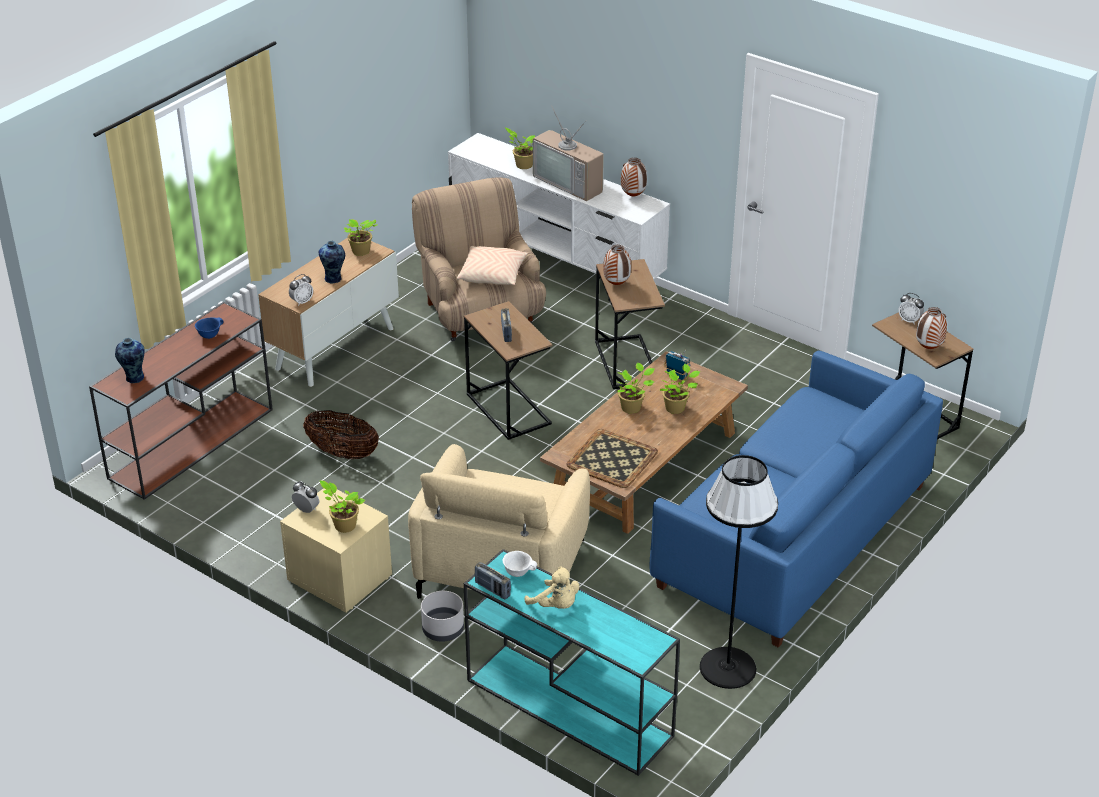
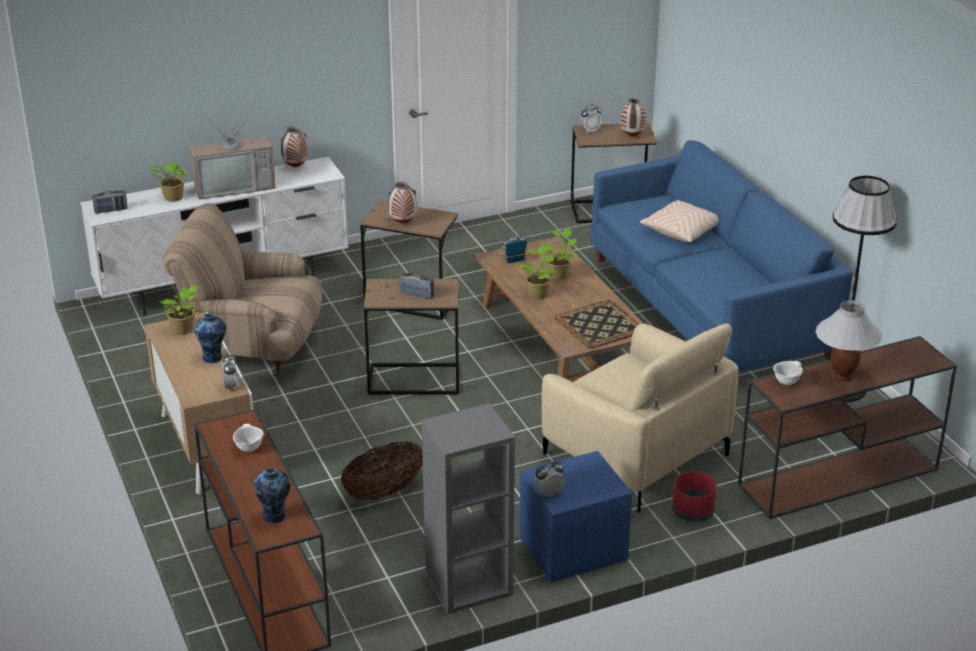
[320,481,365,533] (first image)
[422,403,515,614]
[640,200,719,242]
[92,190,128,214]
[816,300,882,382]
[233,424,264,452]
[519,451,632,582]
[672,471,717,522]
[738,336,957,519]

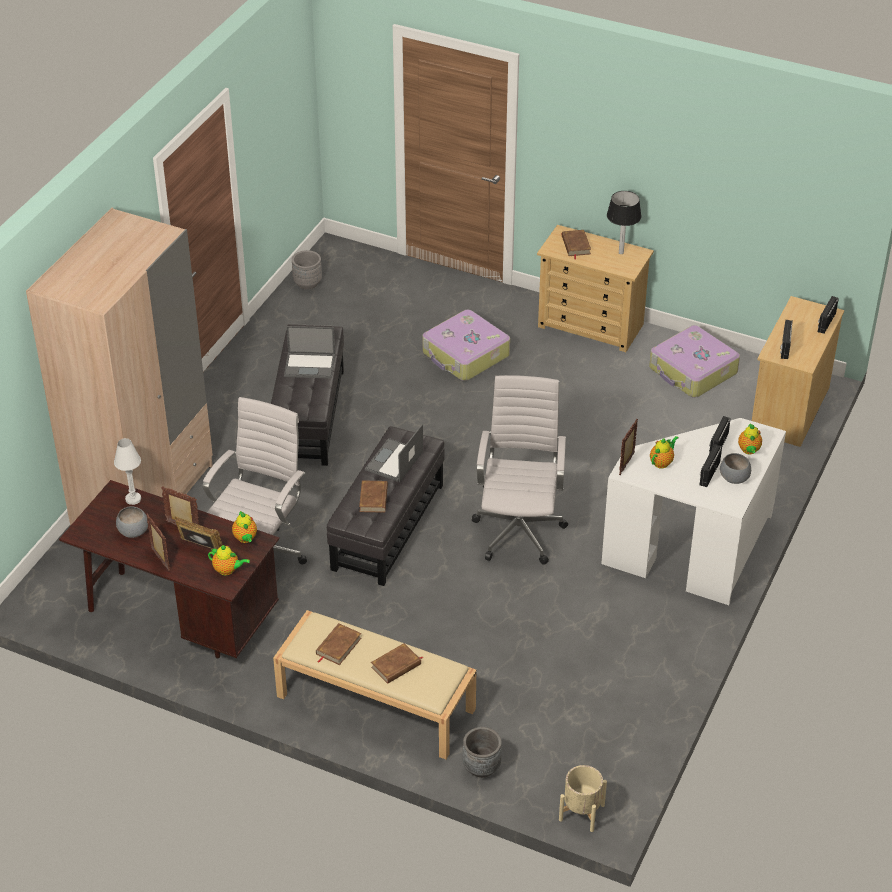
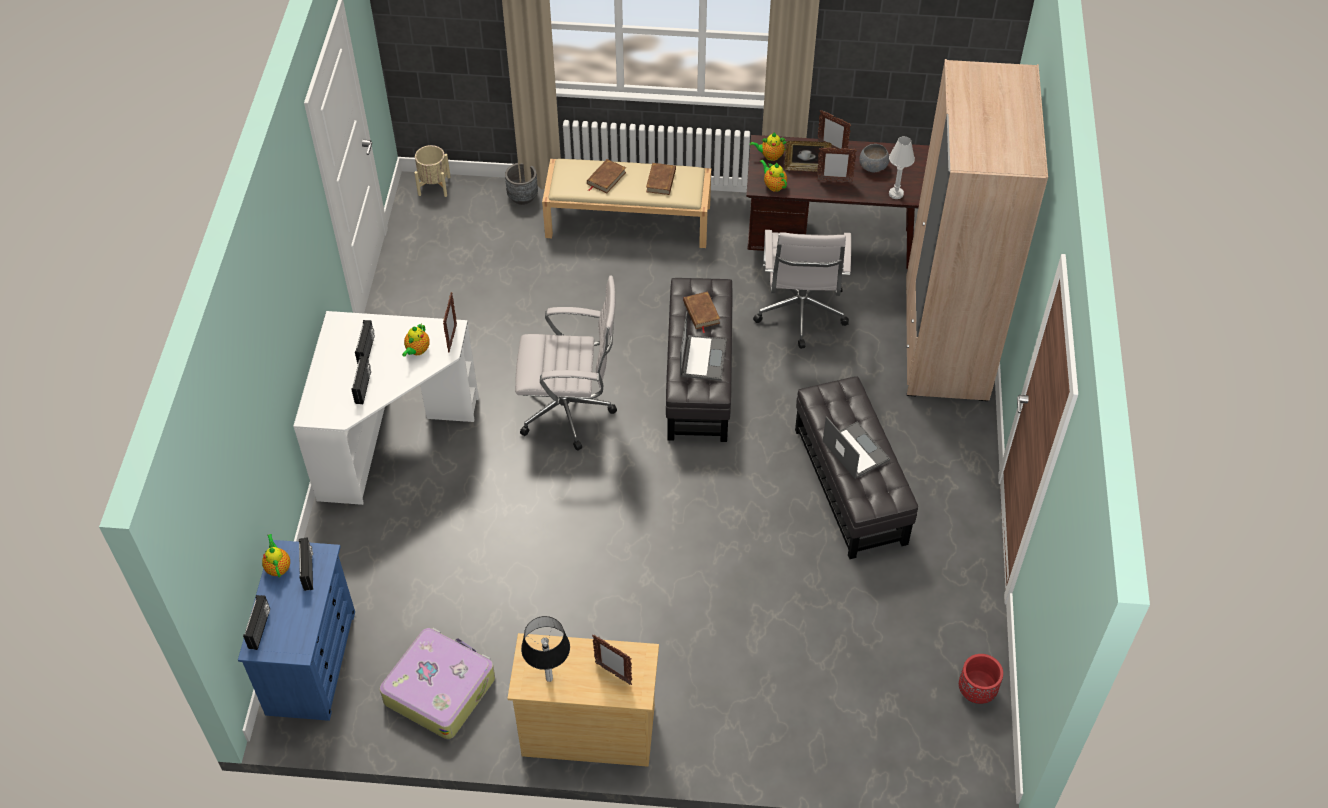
[422,310,510,381] (first image)
[720,453,751,484] (first image)
[262,534,290,578]
[592,635,632,685]
[959,654,1003,704]
[238,540,355,721]
[823,416,890,479]
[515,276,617,450]

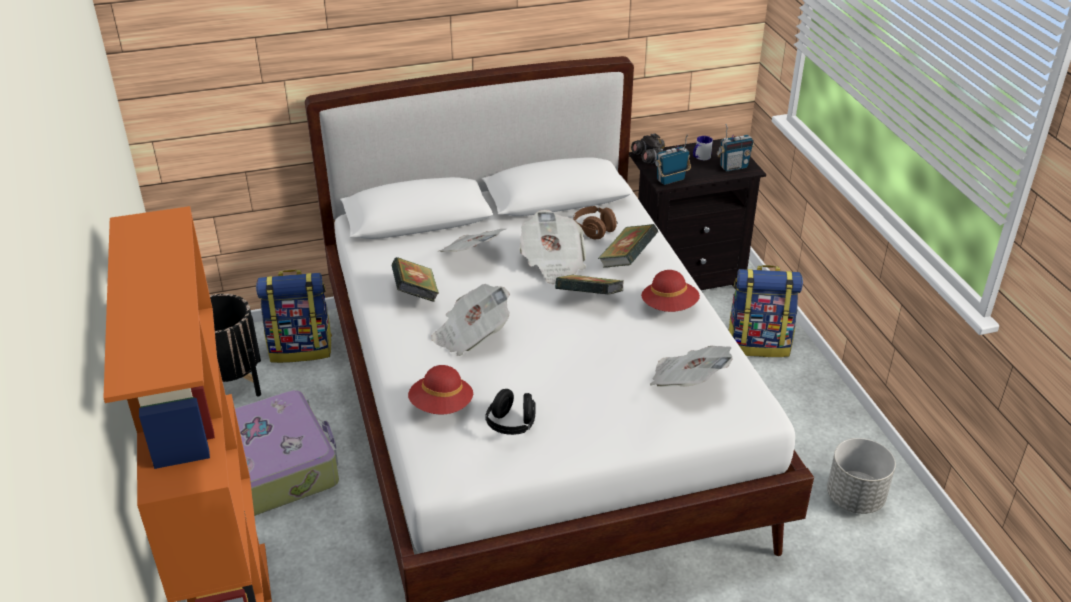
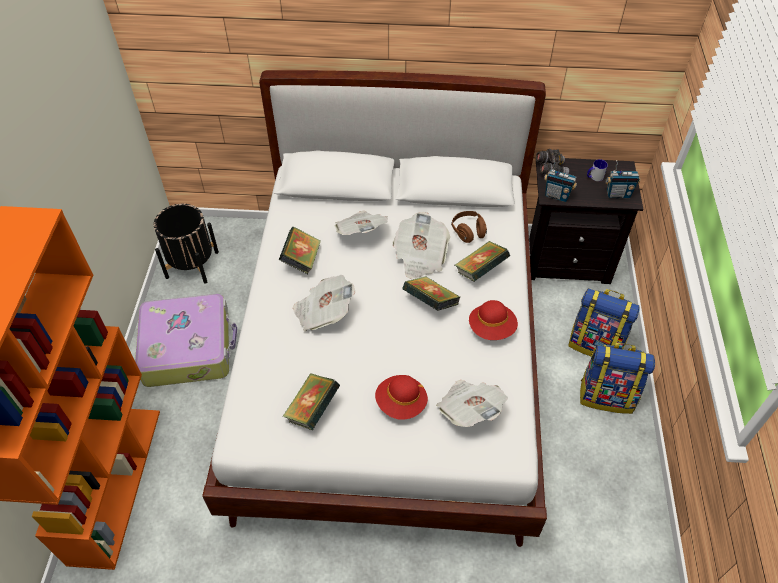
[827,438,896,514] (first image)
[580,343,655,414]
[375,375,428,420]
[283,373,340,430]
[544,159,577,202]

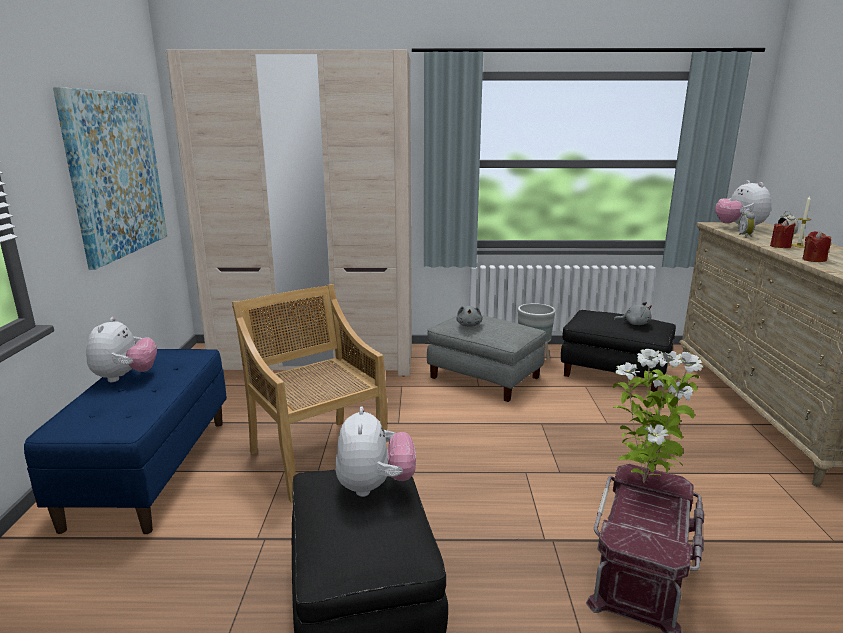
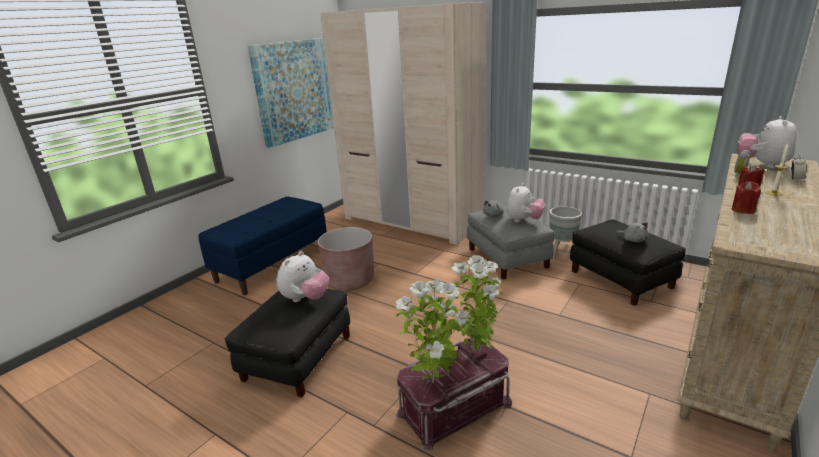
[395,279,460,383]
[506,183,545,222]
[318,227,374,291]

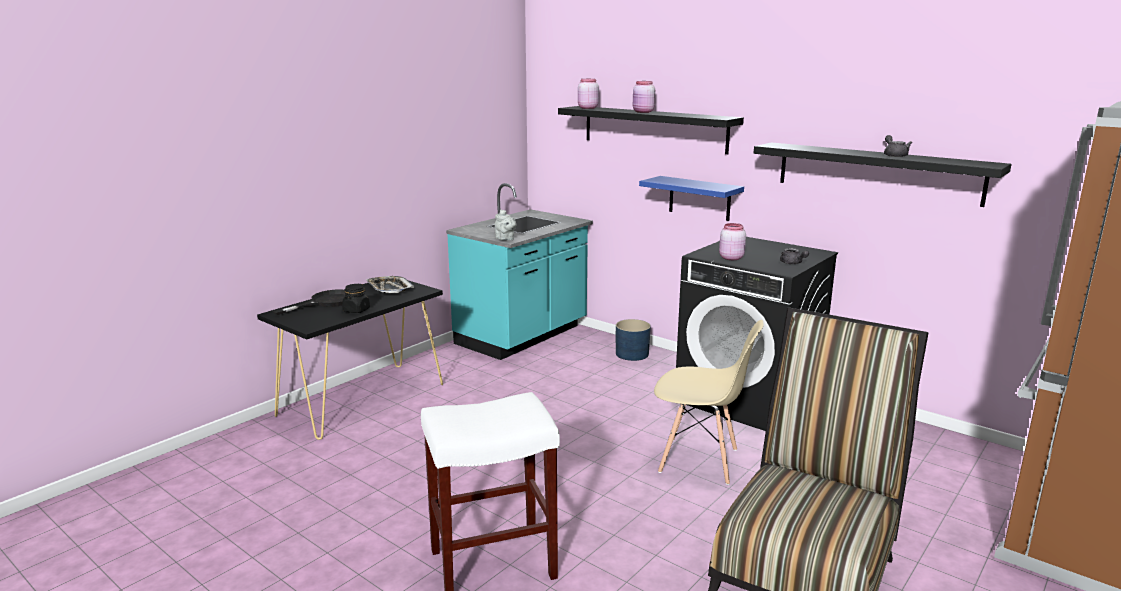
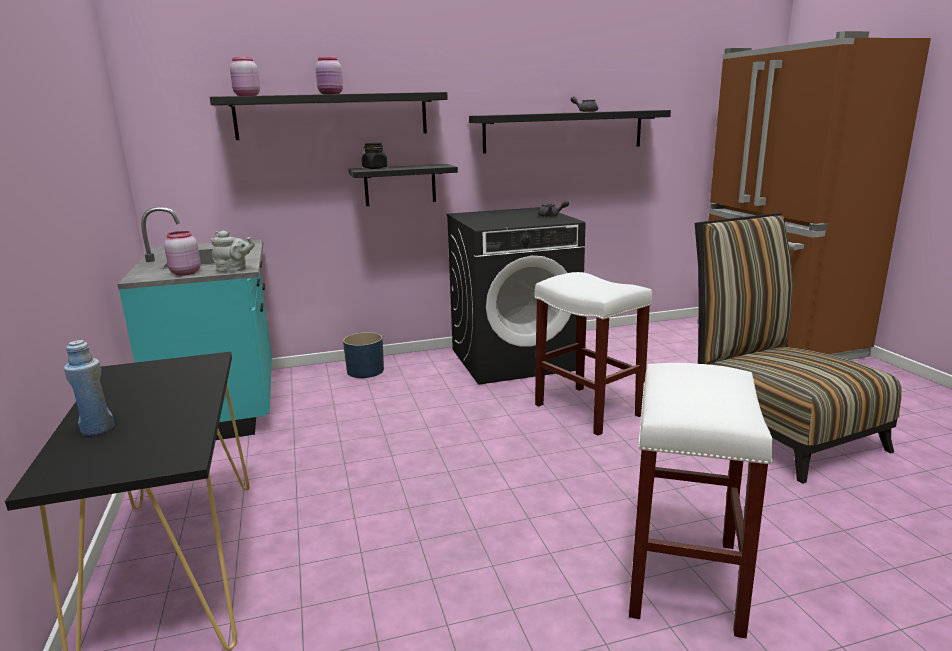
[366,276,414,293] (first image)
[362,143,387,169]
[164,231,201,275]
[64,340,114,436]
[535,272,652,436]
[349,164,458,206]

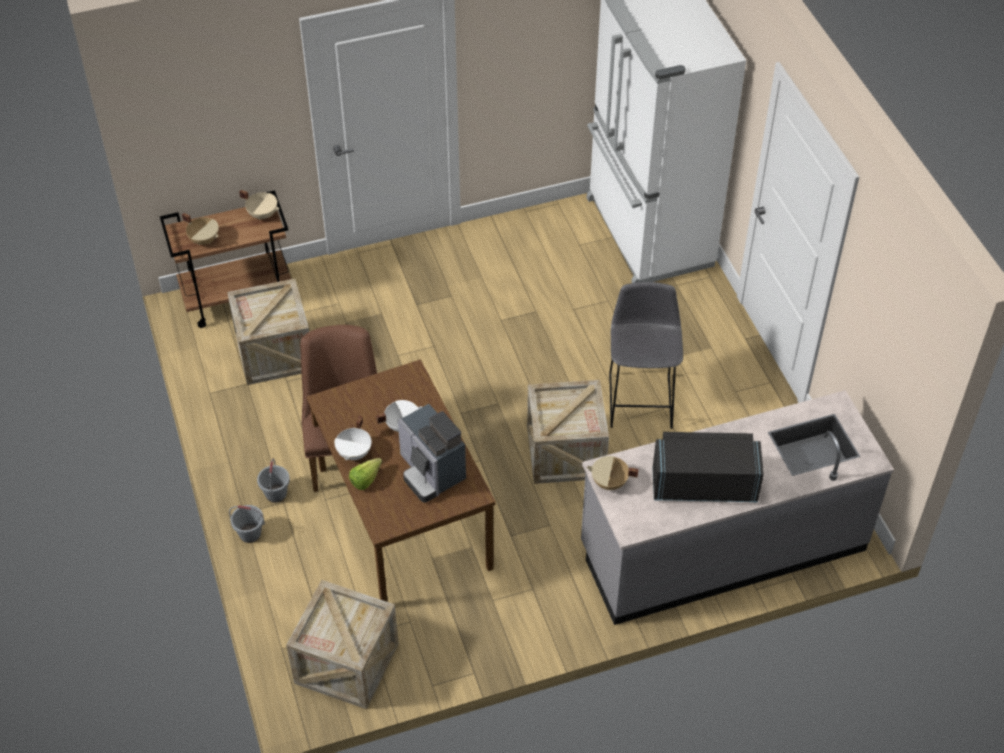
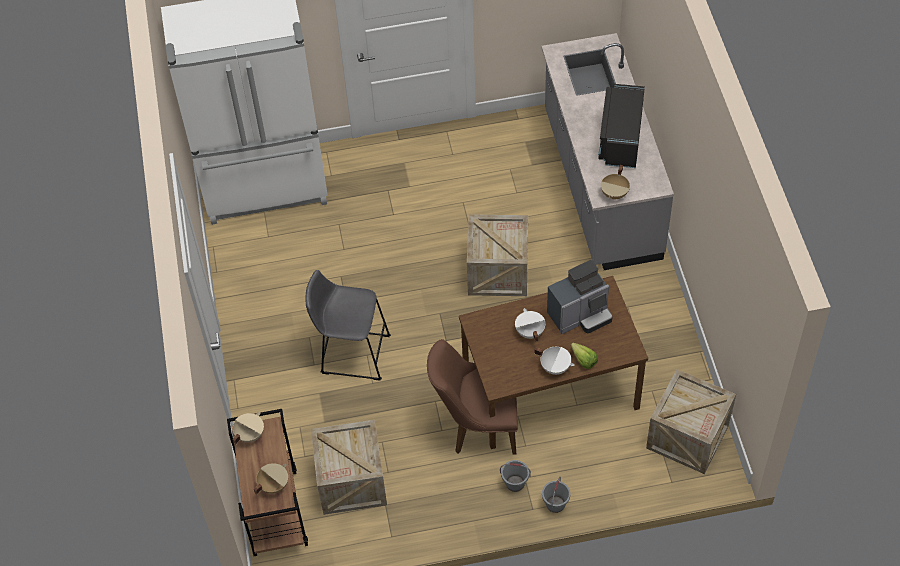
[305,270,391,381]

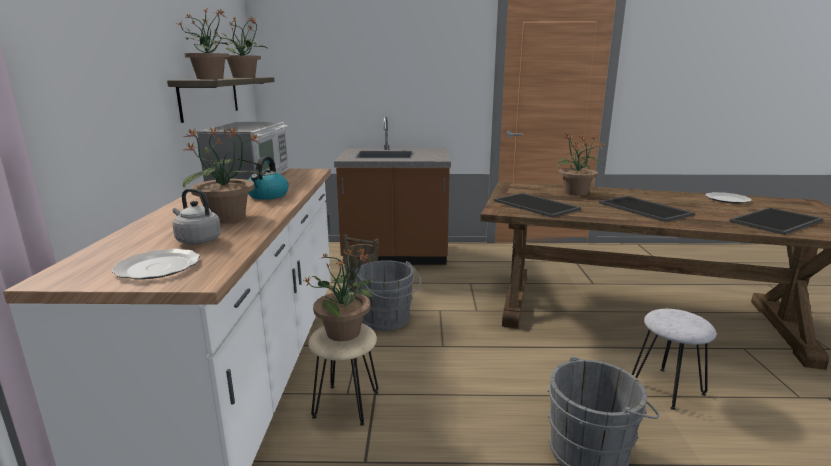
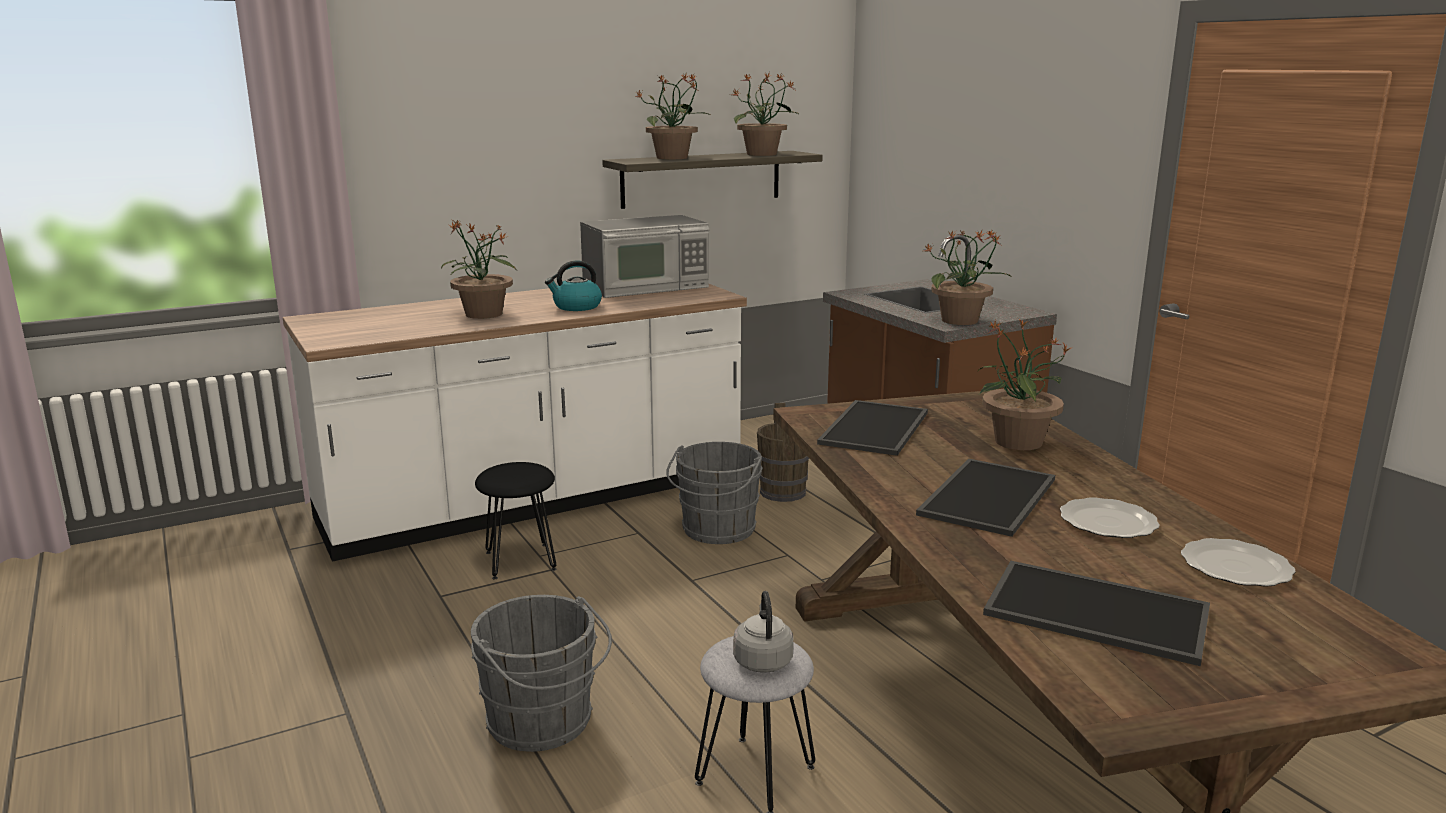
[1060,498,1160,538]
[733,591,793,673]
[924,229,1012,325]
[475,462,557,579]

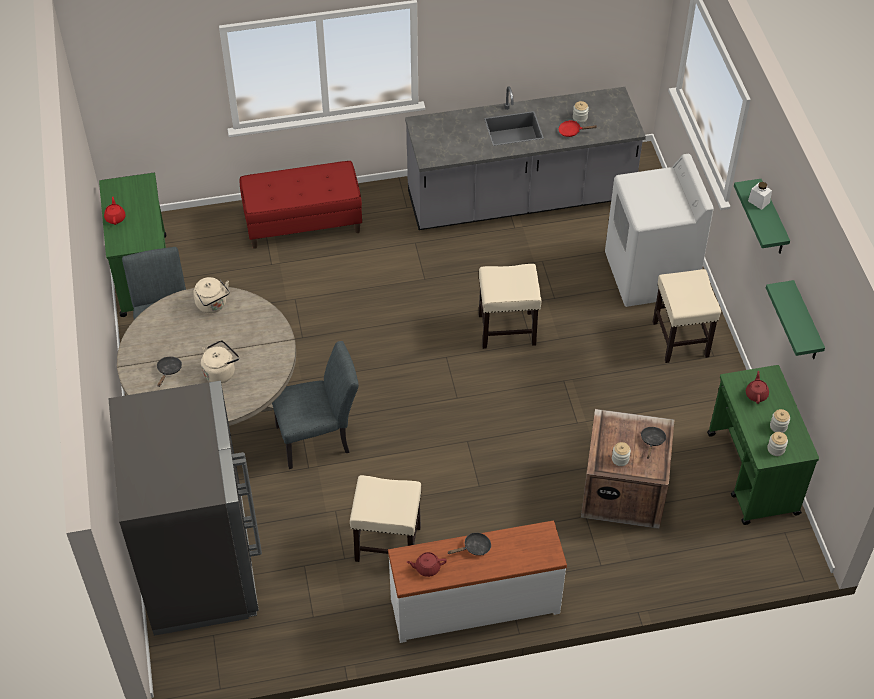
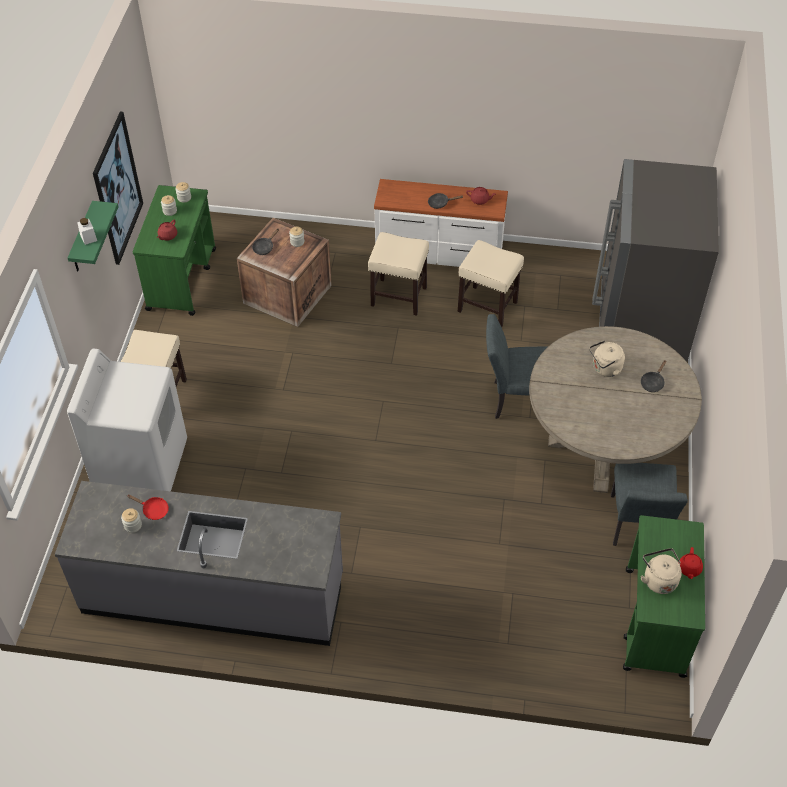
[239,161,362,249] (first image)
[641,548,682,594]
[368,232,429,316]
[93,111,143,265]

